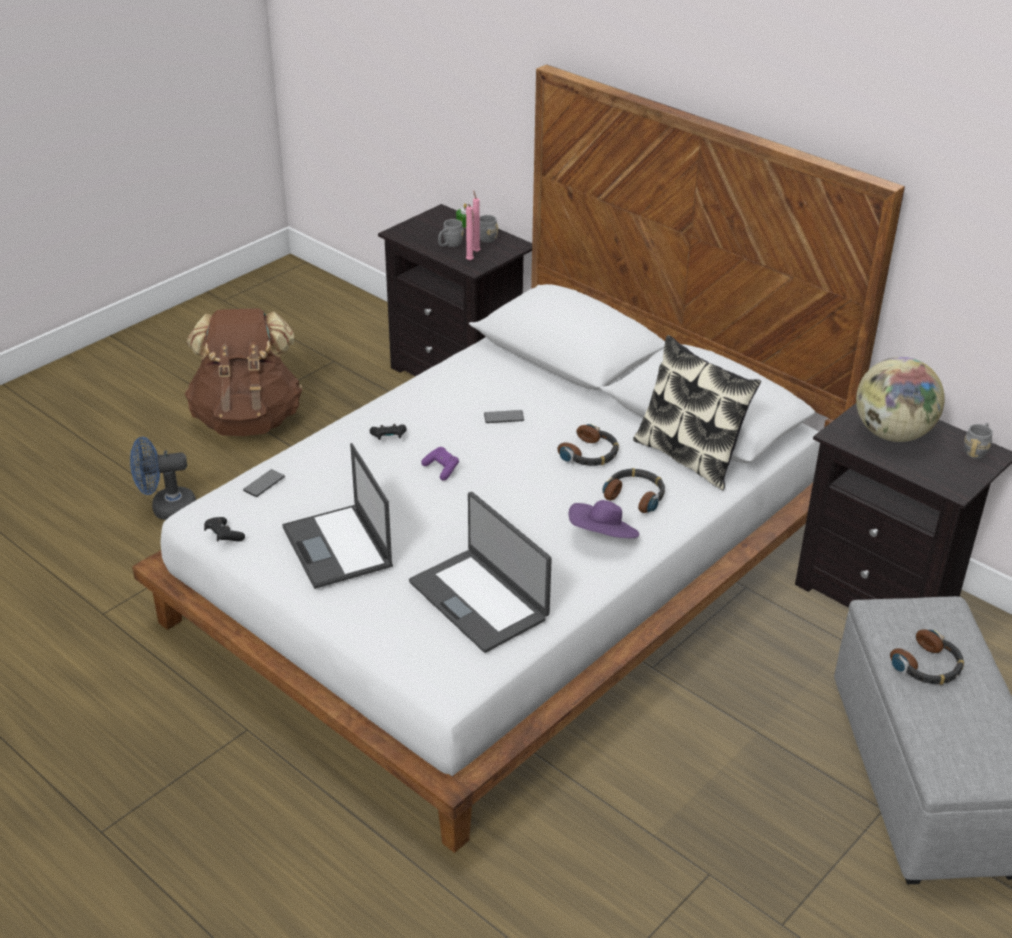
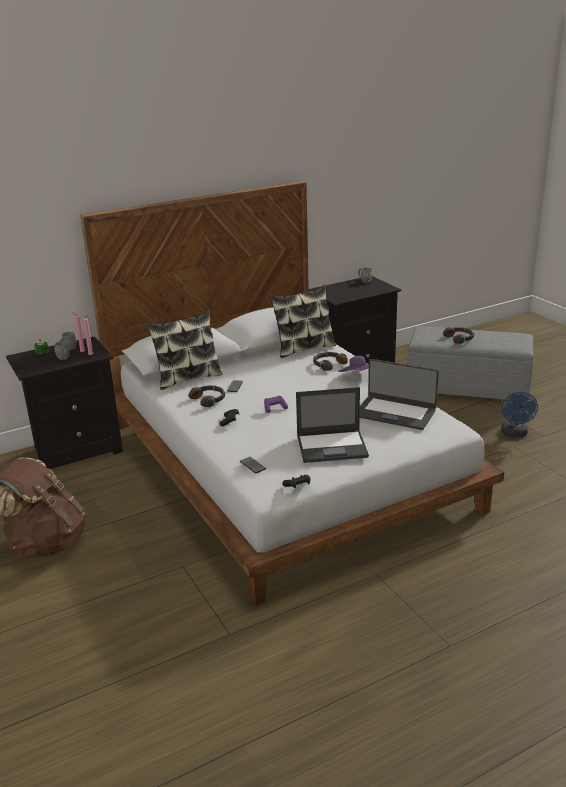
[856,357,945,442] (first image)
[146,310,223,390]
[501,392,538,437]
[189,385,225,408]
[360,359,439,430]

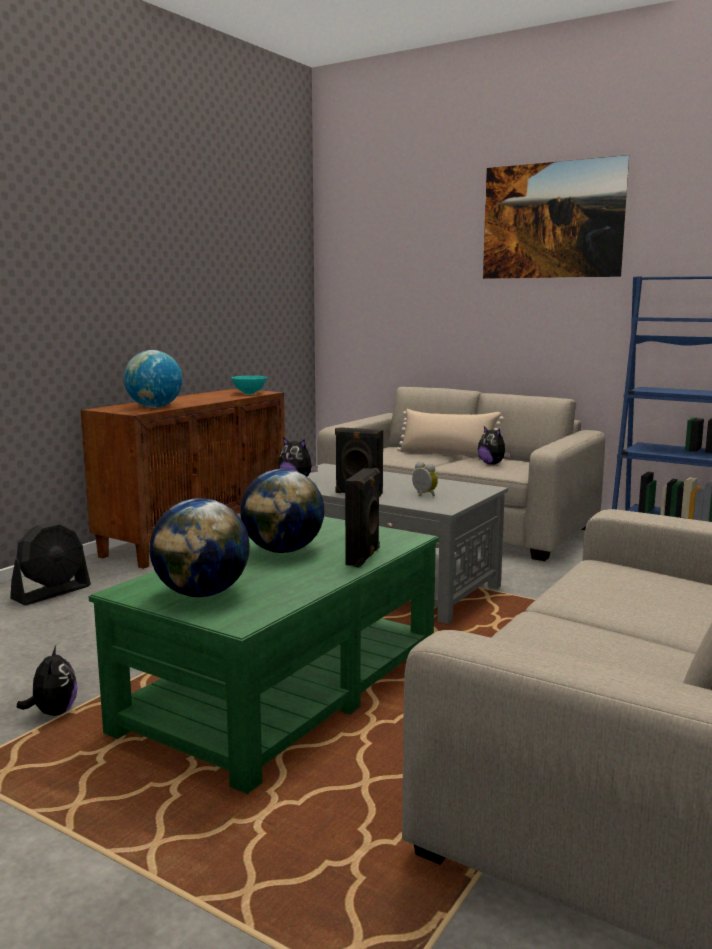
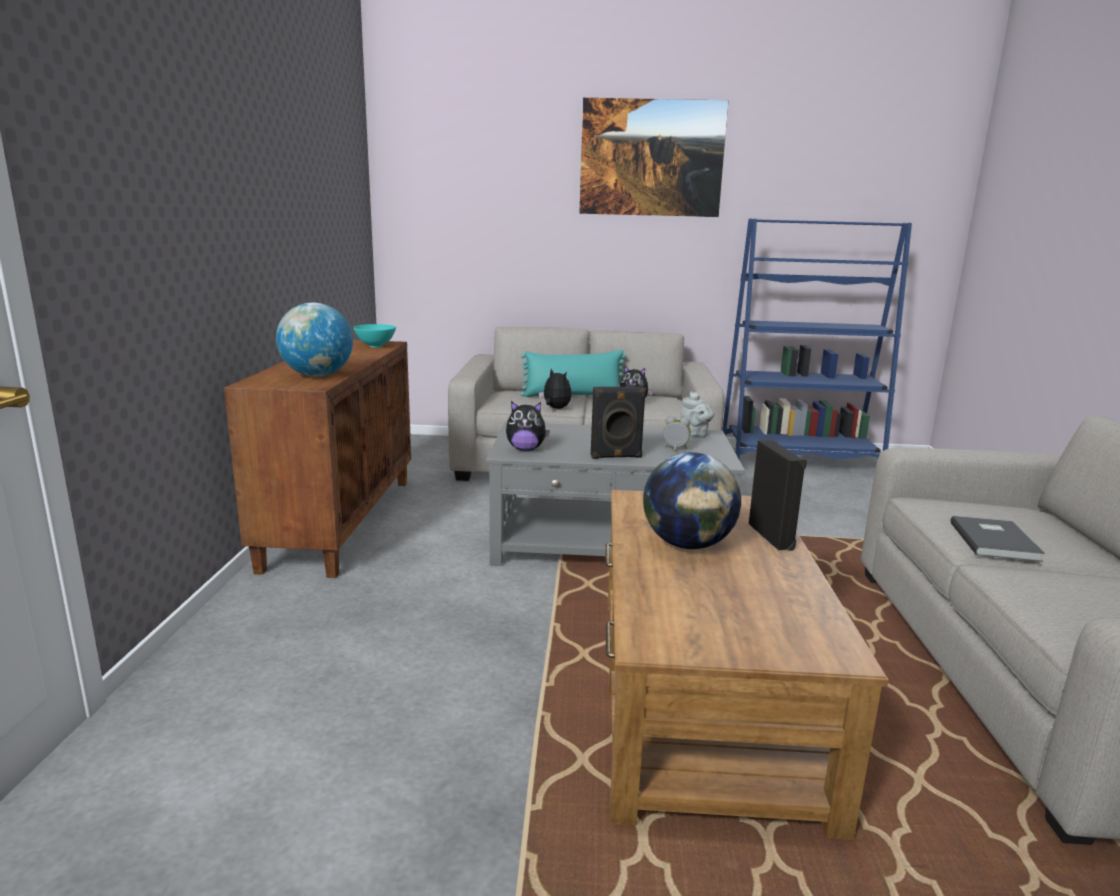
[10,521,91,605] (first image)
[149,498,250,597] (first image)
[680,391,715,437]
[951,516,1045,562]
[539,368,572,409]
[605,490,889,840]
[520,350,626,397]

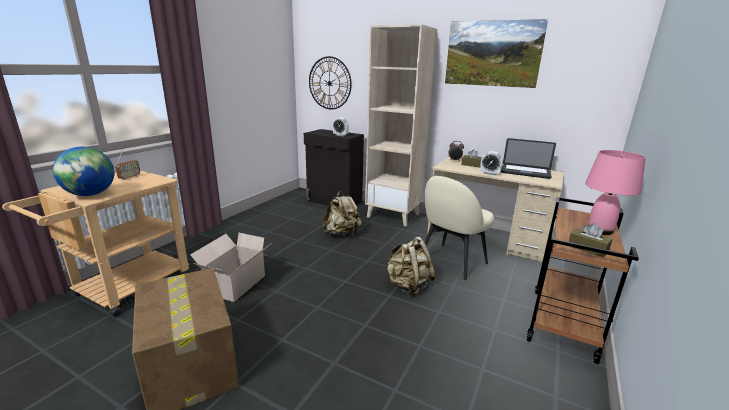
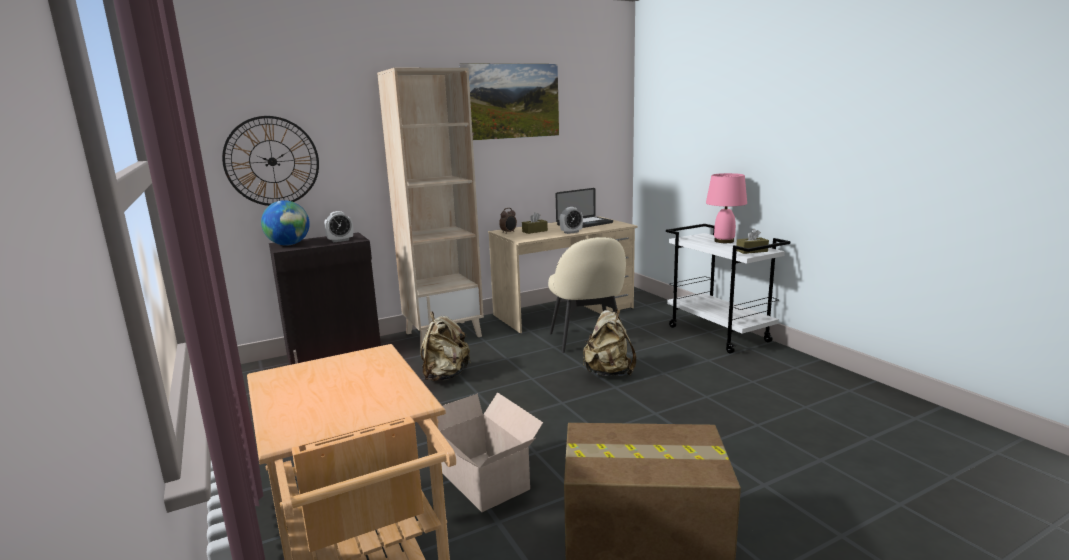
[115,150,140,180] (first image)
[261,200,310,246]
[666,224,790,354]

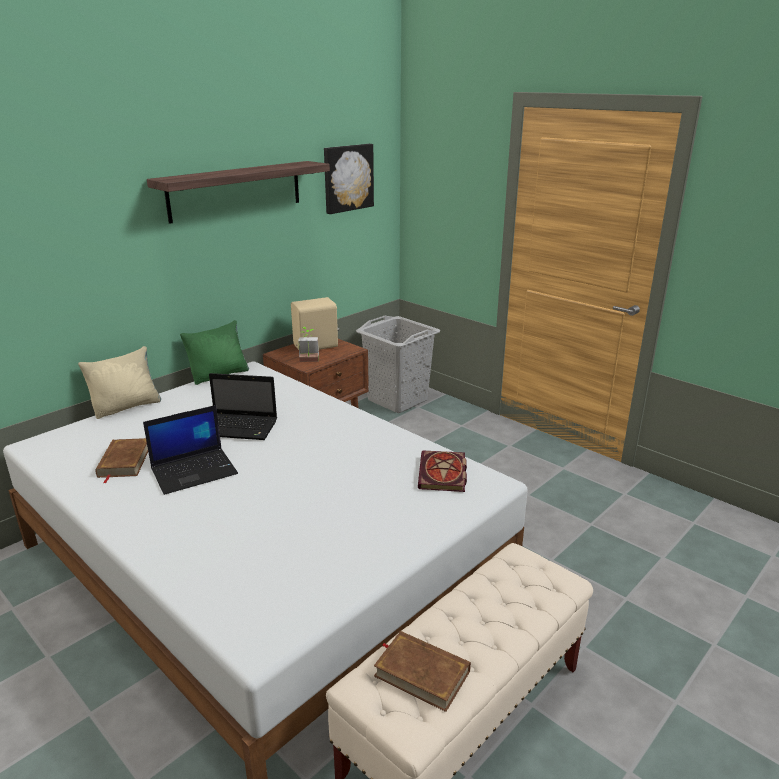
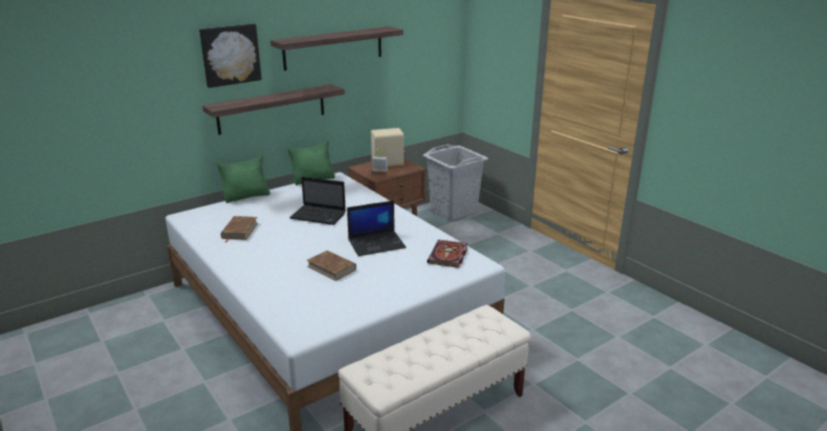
[202,84,345,135]
[347,201,406,256]
[199,24,262,88]
[307,250,356,281]
[217,155,270,203]

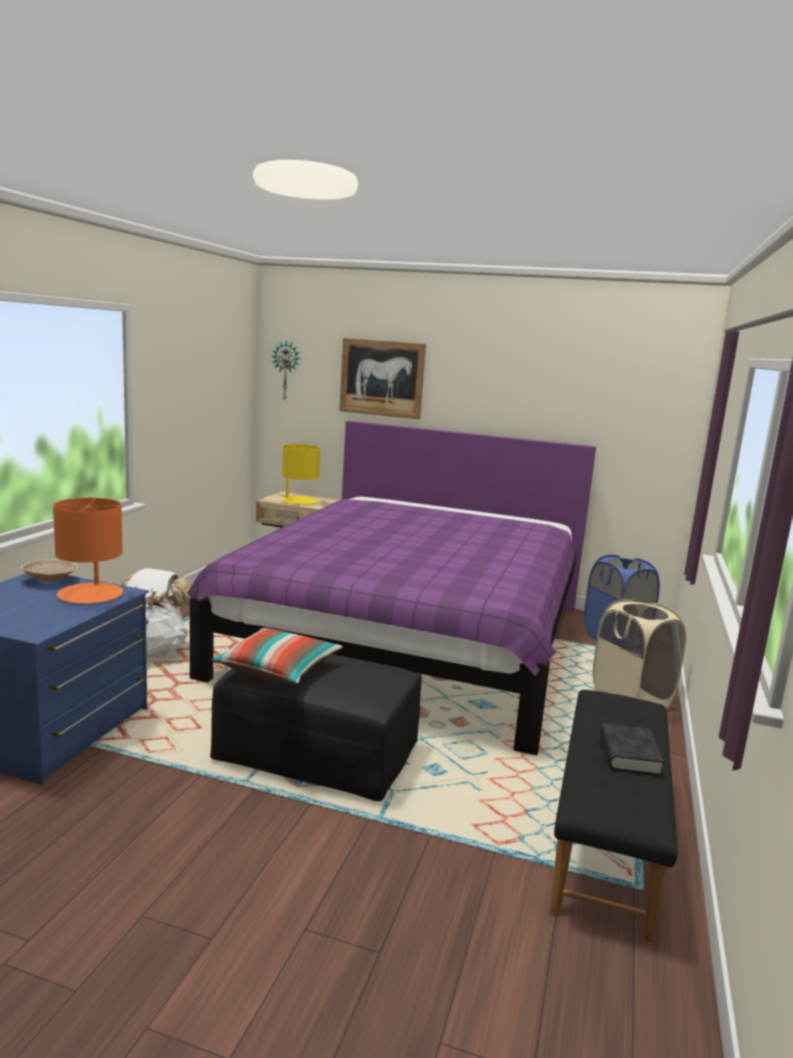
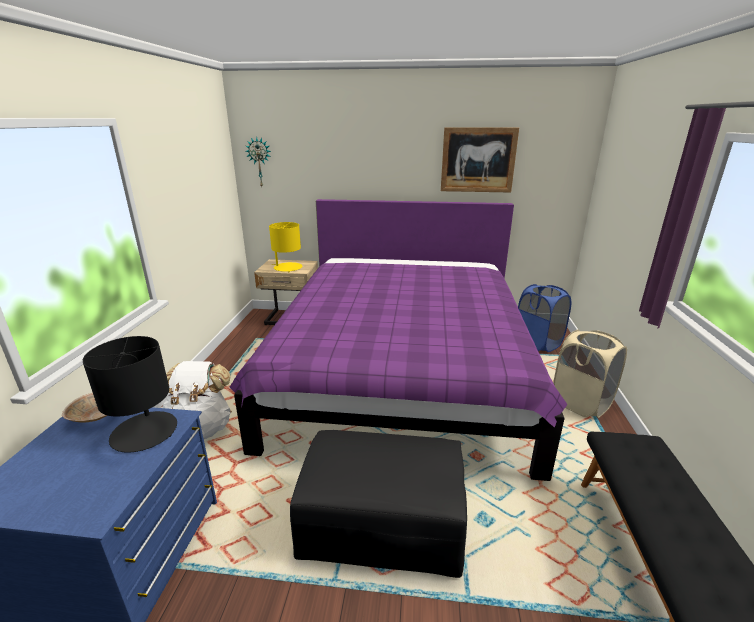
[211,628,343,684] (first image)
[600,724,664,776] (first image)
[441,127,519,193]
[83,336,177,453]

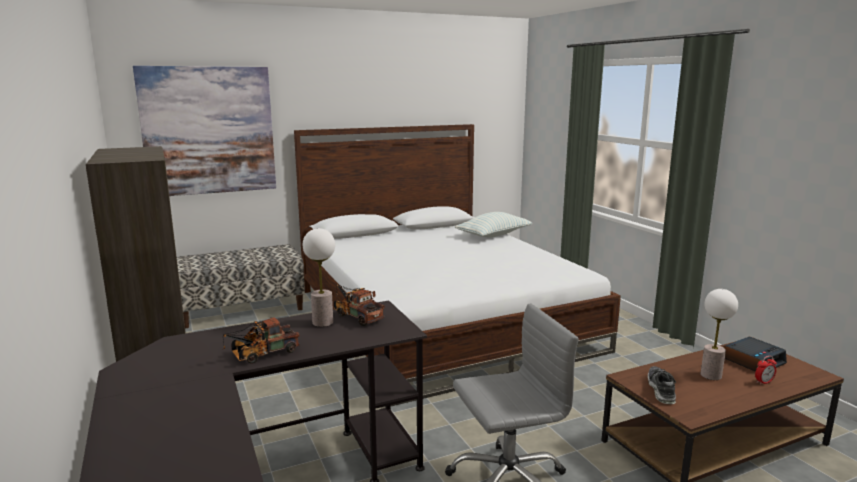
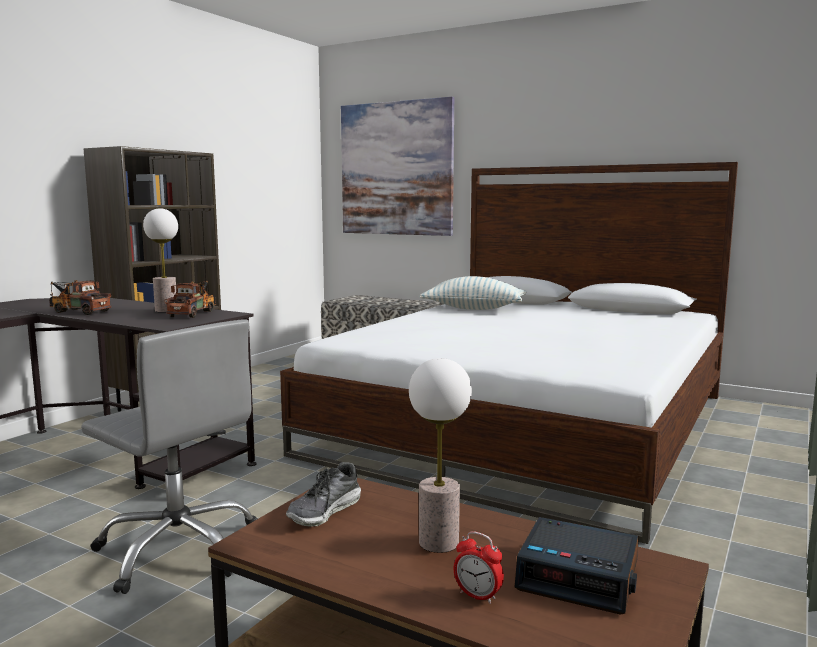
[419,276,526,310]
[286,462,361,526]

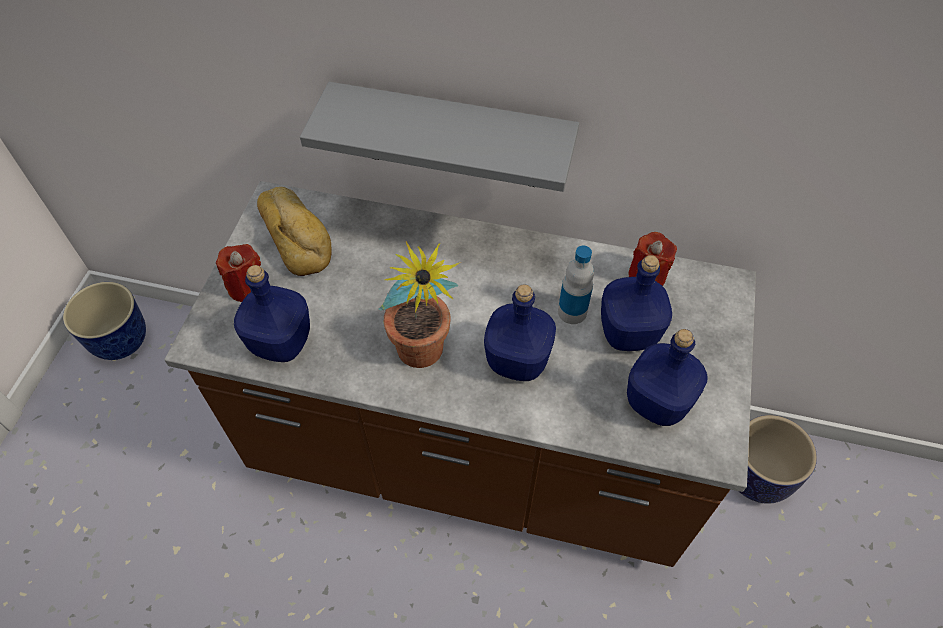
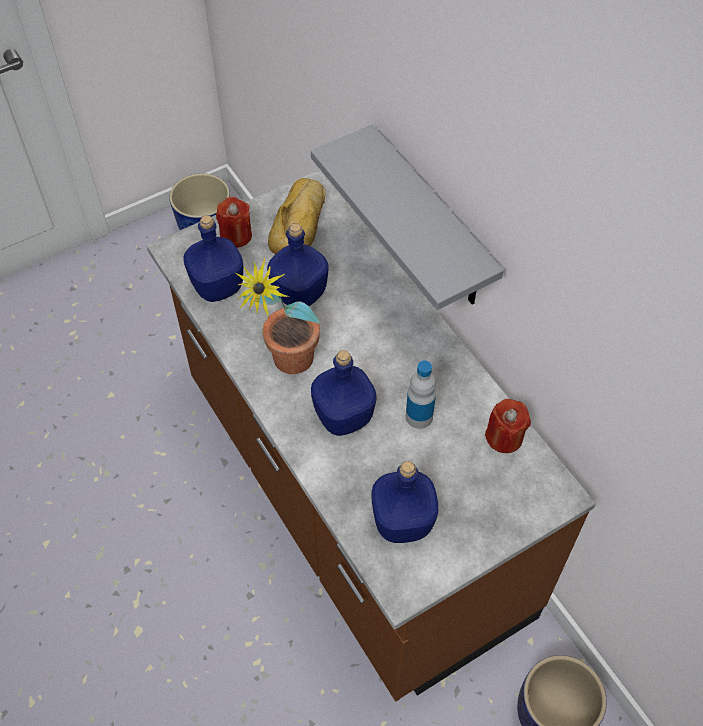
[267,223,328,306]

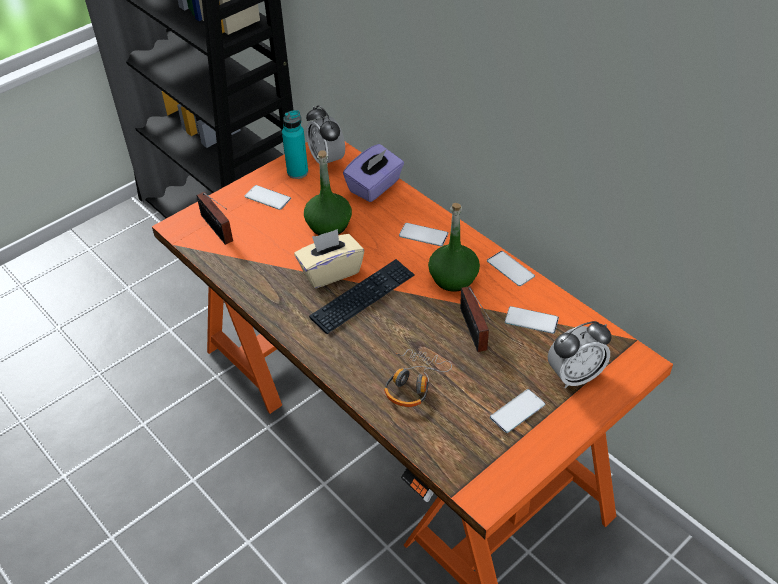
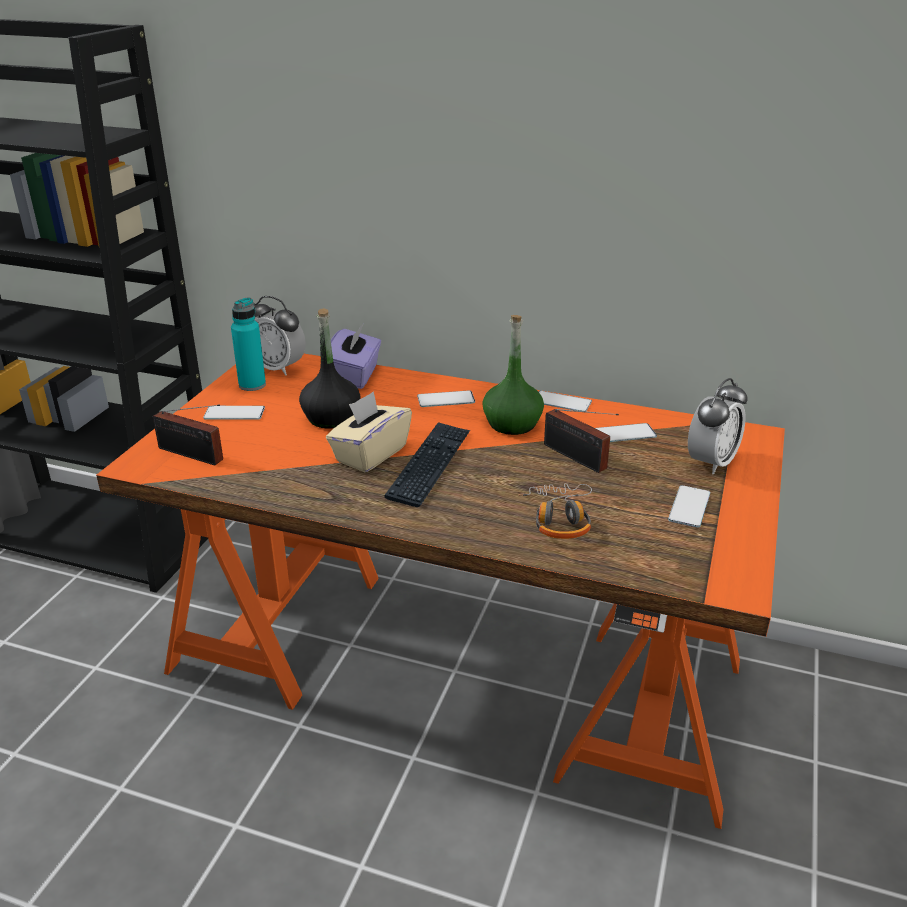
[299,308,361,428]

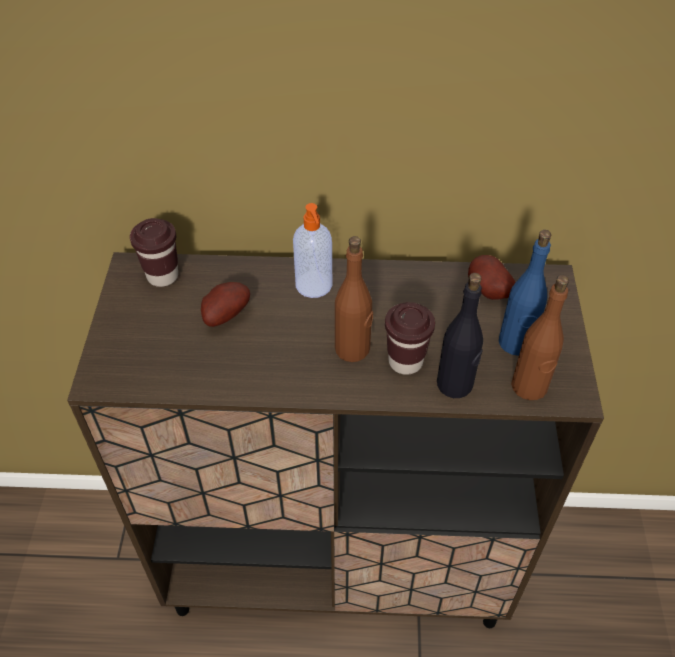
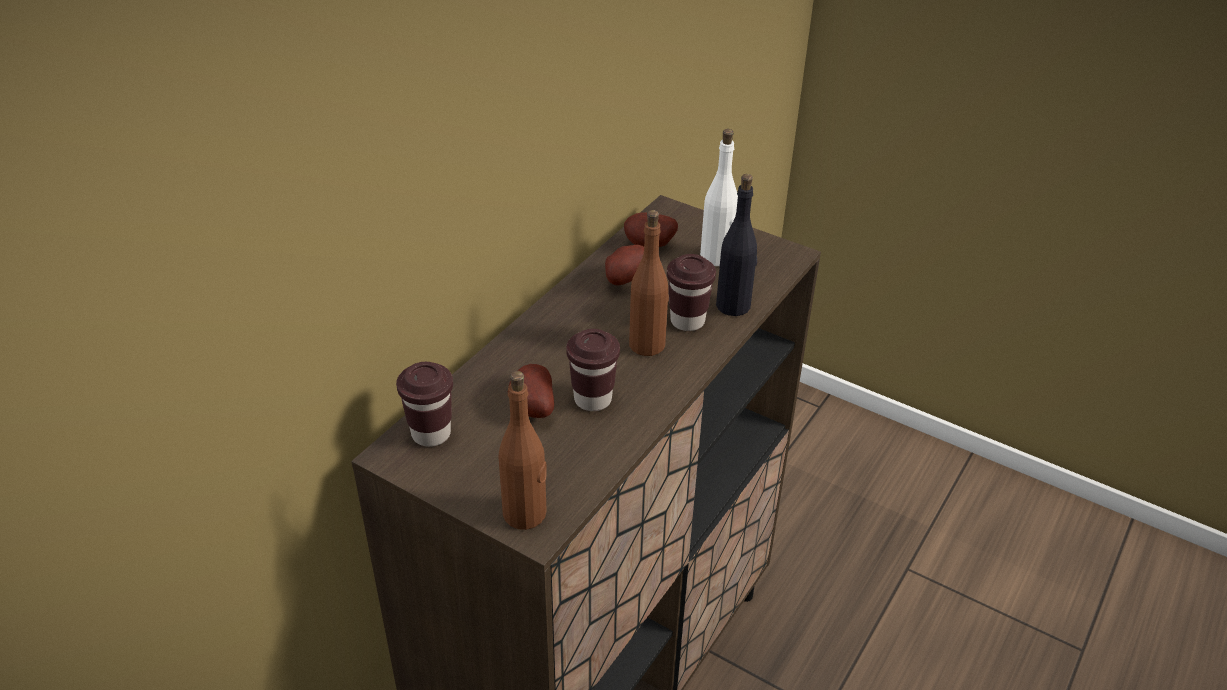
[293,203,332,298] (first image)
[566,329,620,411]
[605,245,644,286]
[499,371,547,530]
[700,129,738,266]

